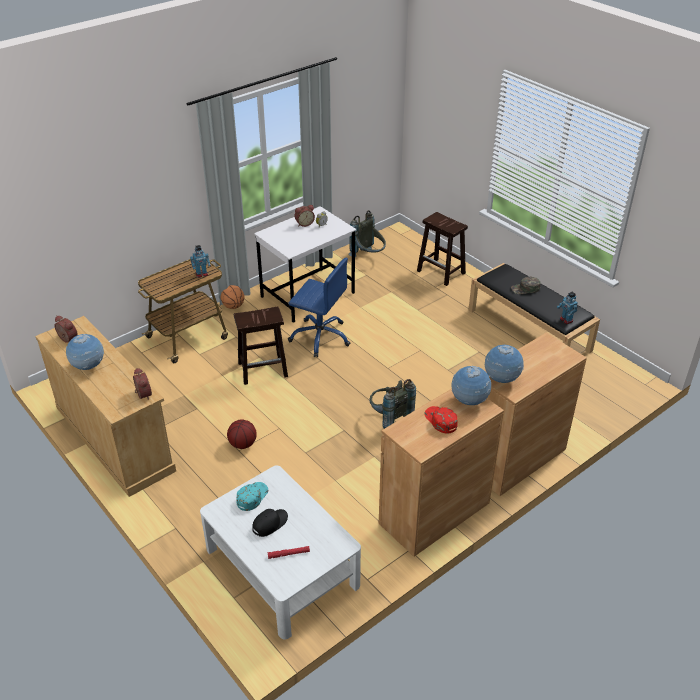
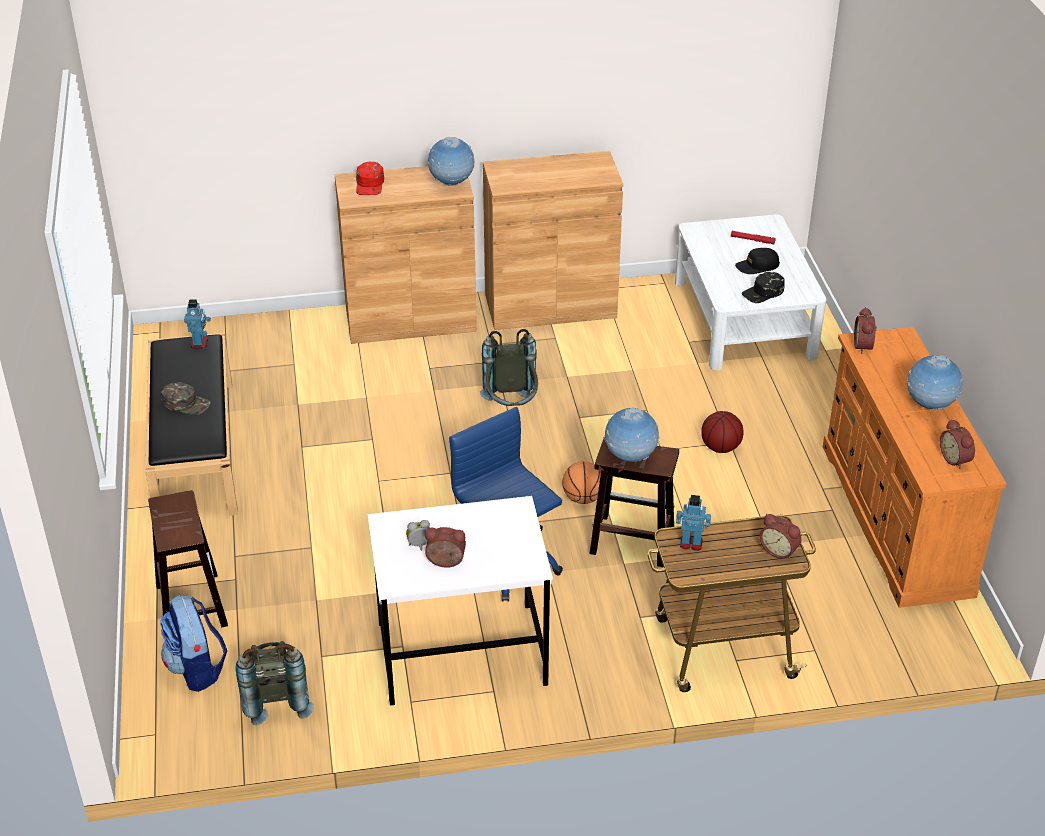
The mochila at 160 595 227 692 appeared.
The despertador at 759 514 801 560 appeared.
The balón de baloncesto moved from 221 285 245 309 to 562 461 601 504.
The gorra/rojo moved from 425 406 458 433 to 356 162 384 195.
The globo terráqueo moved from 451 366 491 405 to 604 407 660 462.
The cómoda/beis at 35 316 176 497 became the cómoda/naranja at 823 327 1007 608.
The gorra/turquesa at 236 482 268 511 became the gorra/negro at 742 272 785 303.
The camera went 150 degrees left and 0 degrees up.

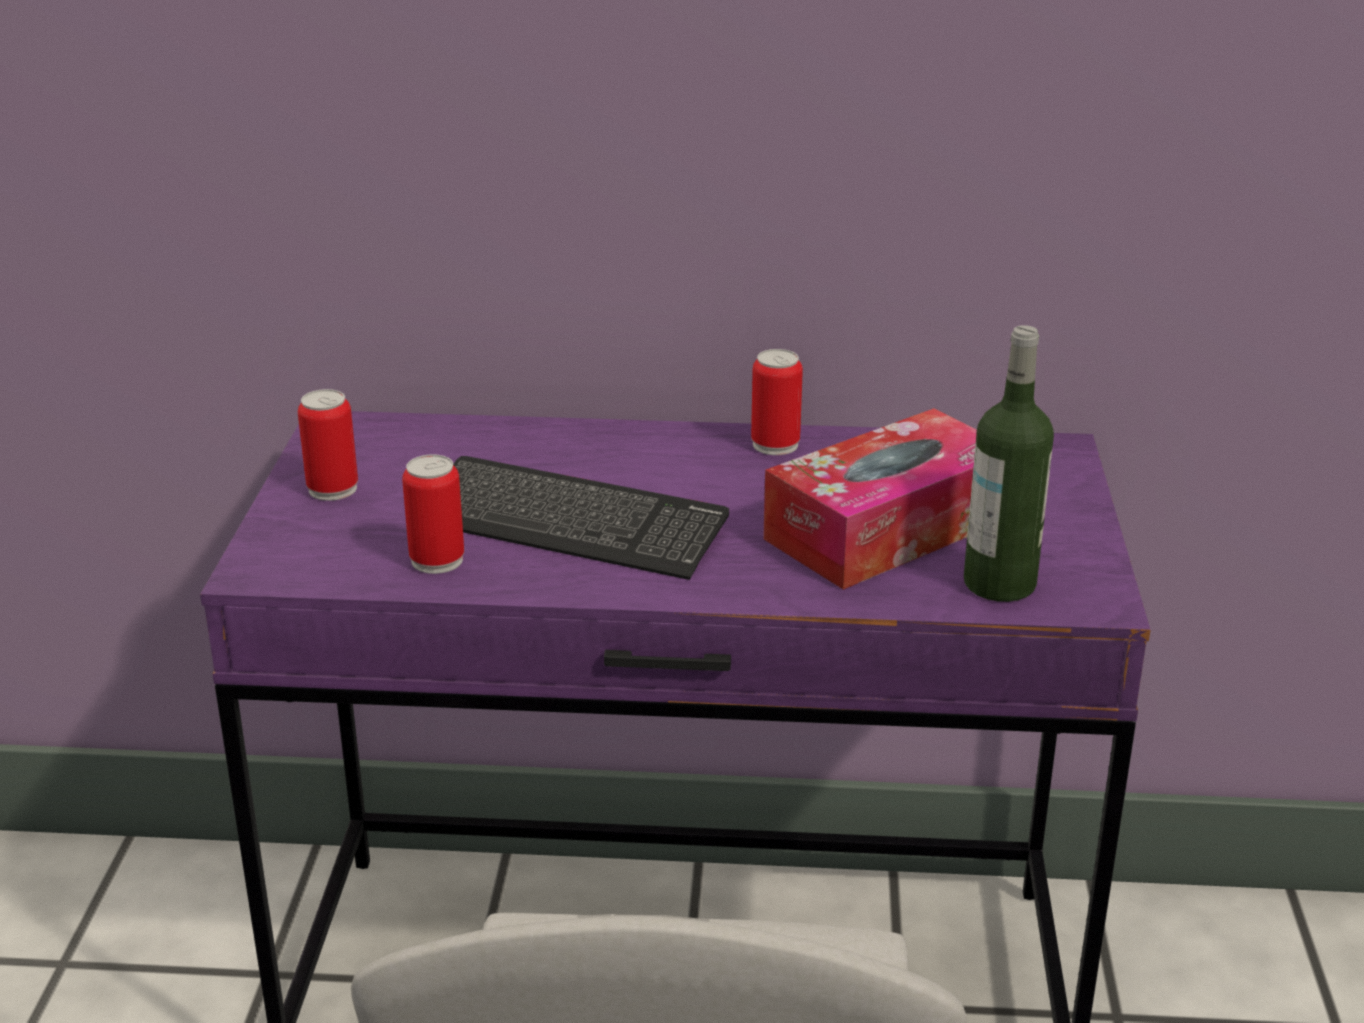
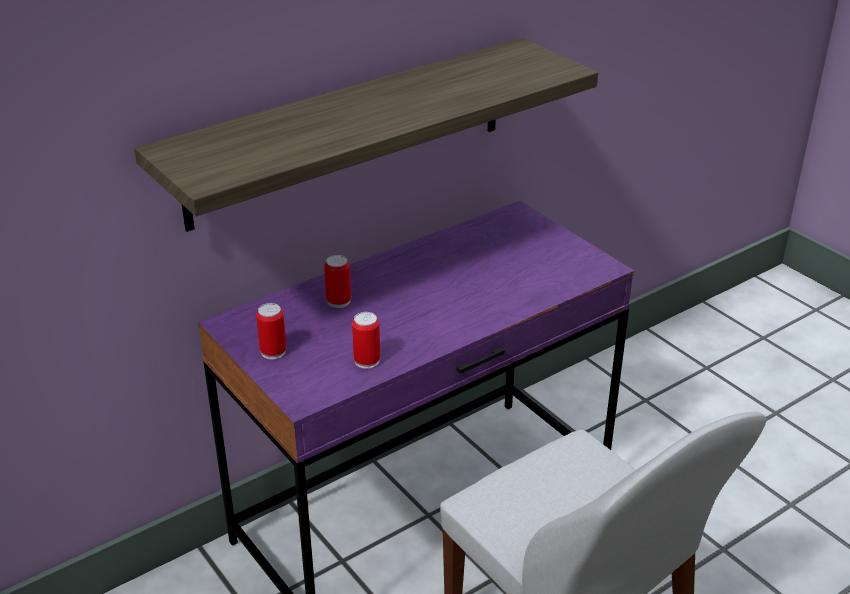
The teclado at 453 456 729 580 disappeared.
The caja de pañuelos at 763 408 977 590 disappeared.
The botella at 964 325 1054 602 disappeared.
The estante at 134 38 598 232 appeared.
The lata moved from 751 349 803 455 to 324 255 351 308.
The camera went 40 degrees left and 5 degrees up.

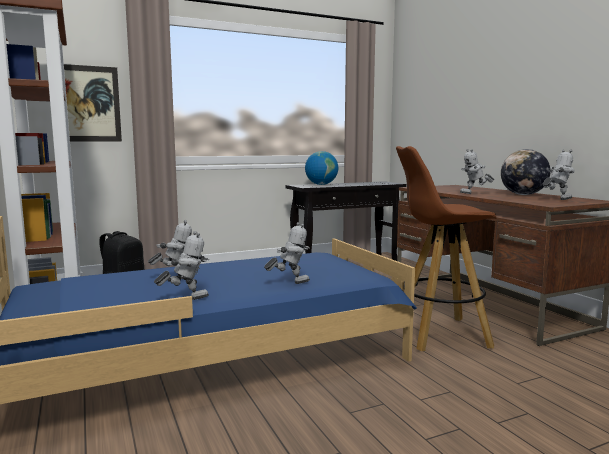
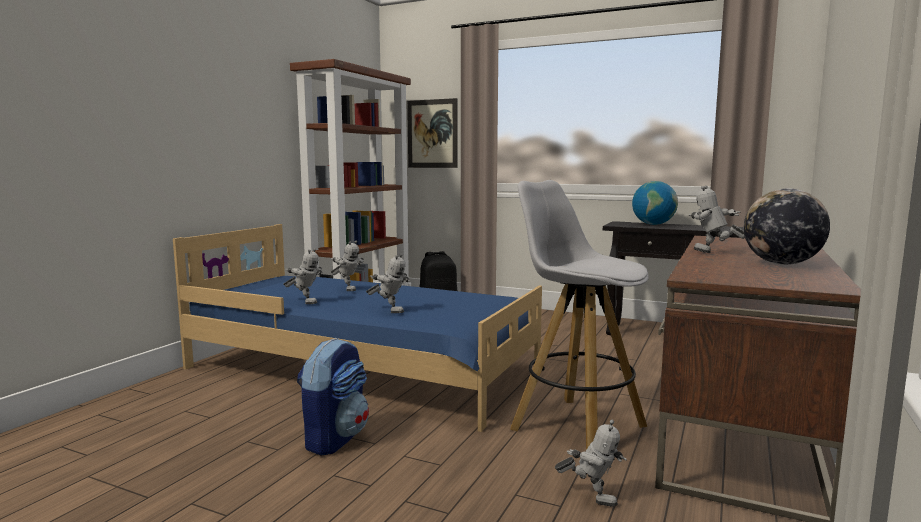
The mochila at 297 338 369 456 appeared.
The robot de juguete moved from 543 150 575 200 to 555 420 627 507.
The taburete/marrón at 396 146 497 351 became the taburete/blanco at 510 180 649 450.
The camera went 50 degrees right and 0 degrees up.

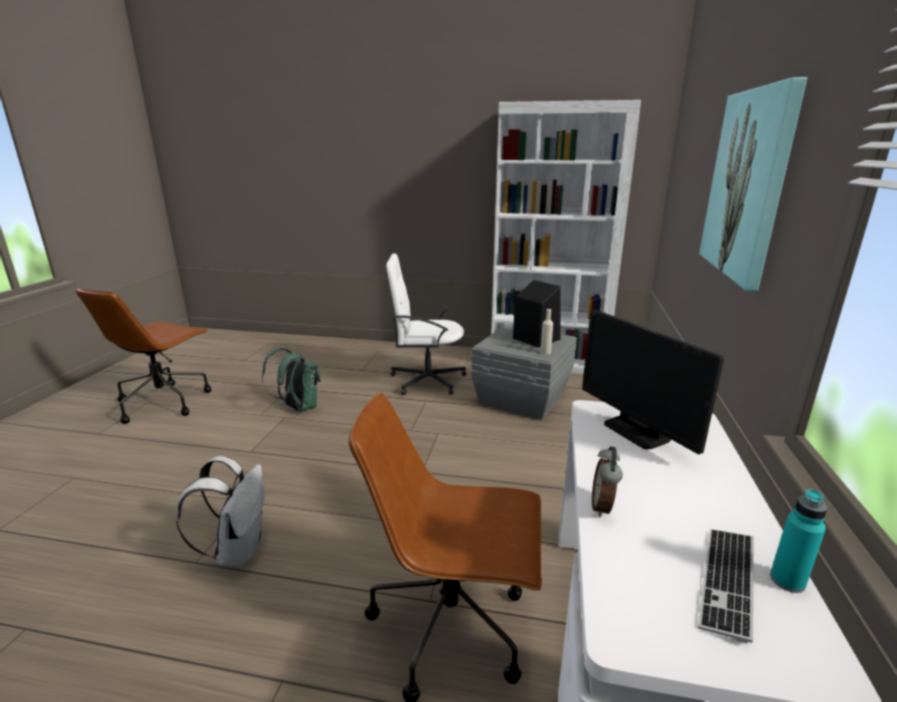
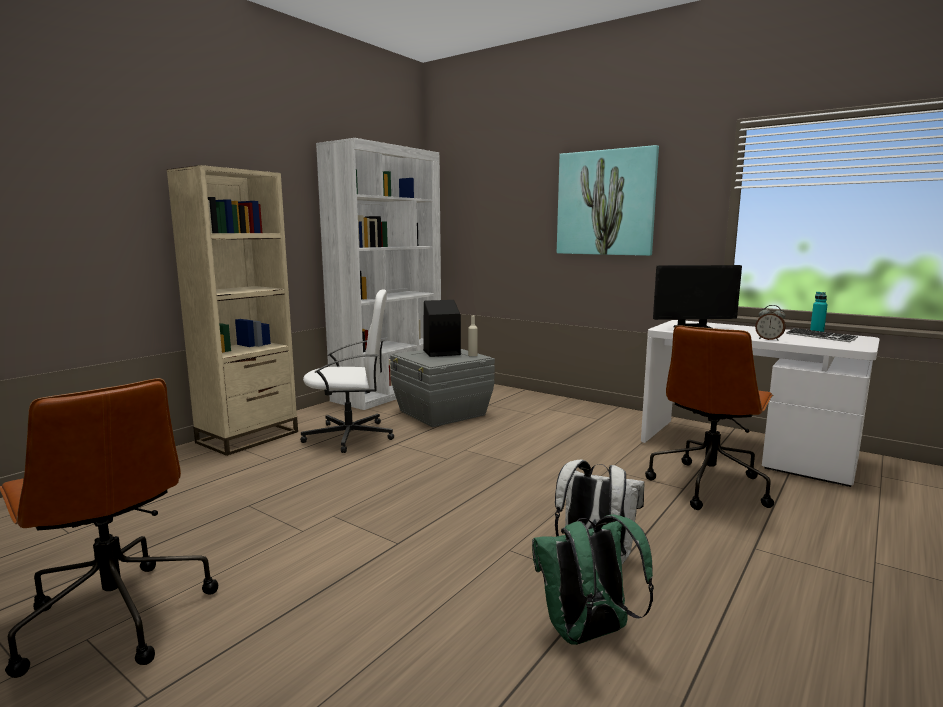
The estantería/beis at 167 165 298 456 appeared.
The mochila/verde moved from 262 348 321 412 to 532 514 654 645.
The silla de oficina/blanco at 386 253 466 395 turned 120 degrees counterclockwise.
The camera went 65 degrees left and 10 degrees down.

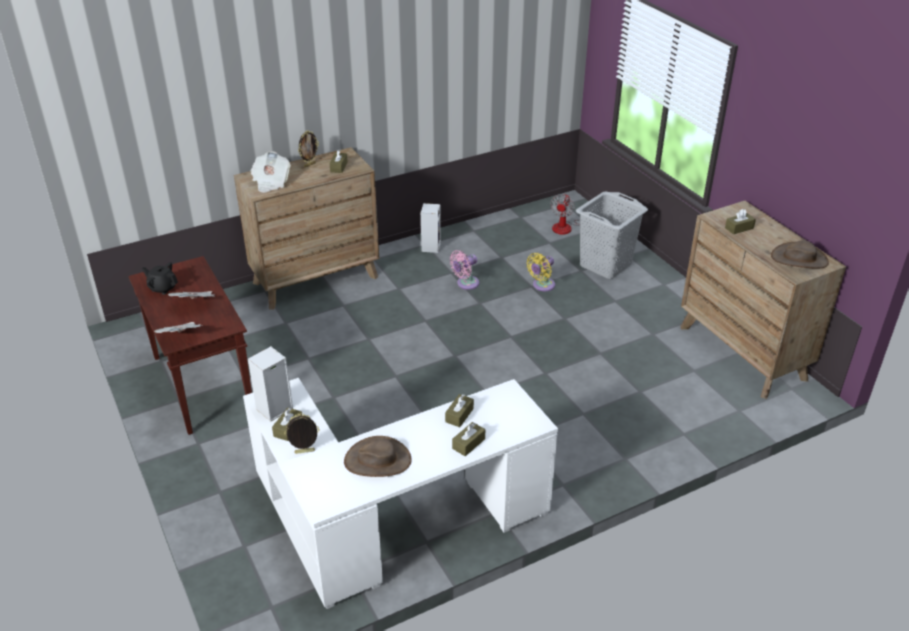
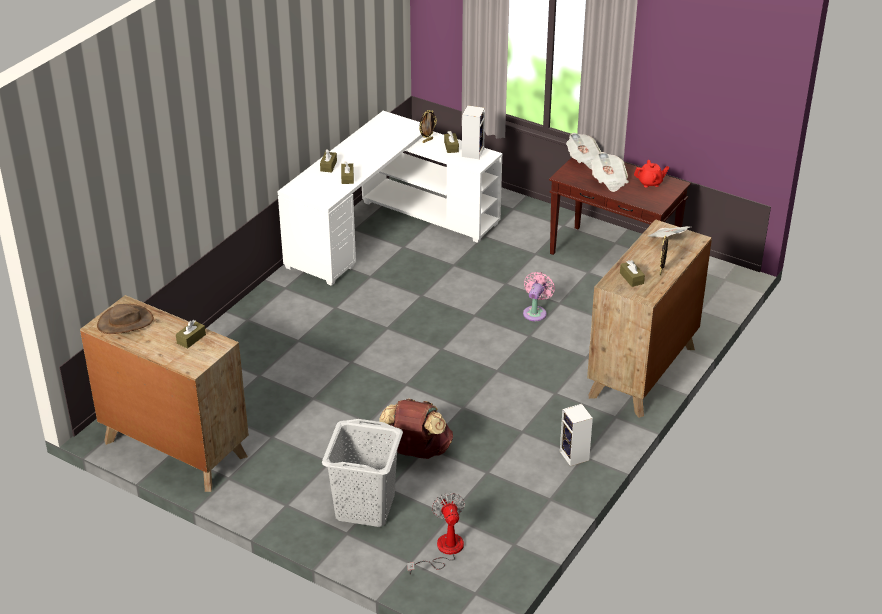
The sombrero/marrón at 344 436 412 477 disappeared.
The ventilador/rosa moved from 450 250 479 290 to 523 272 555 321.
The ventilador/amarillo at 526 253 555 291 was replaced by the mochila/marrón at 379 398 453 459.
The tetera/negro at 142 262 178 295 became the tetera/rojo at 634 160 669 187.
The camera went 150 degrees right and 0 degrees up.

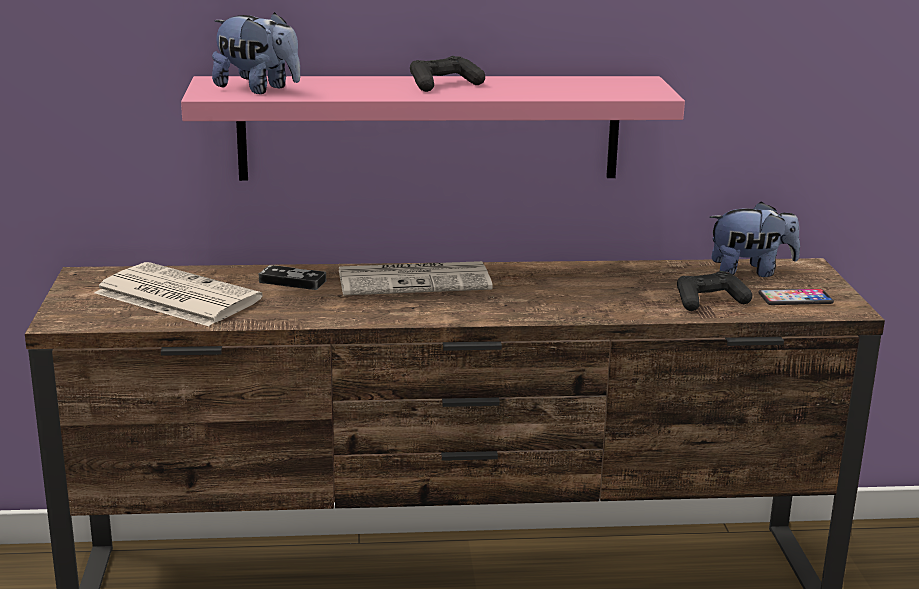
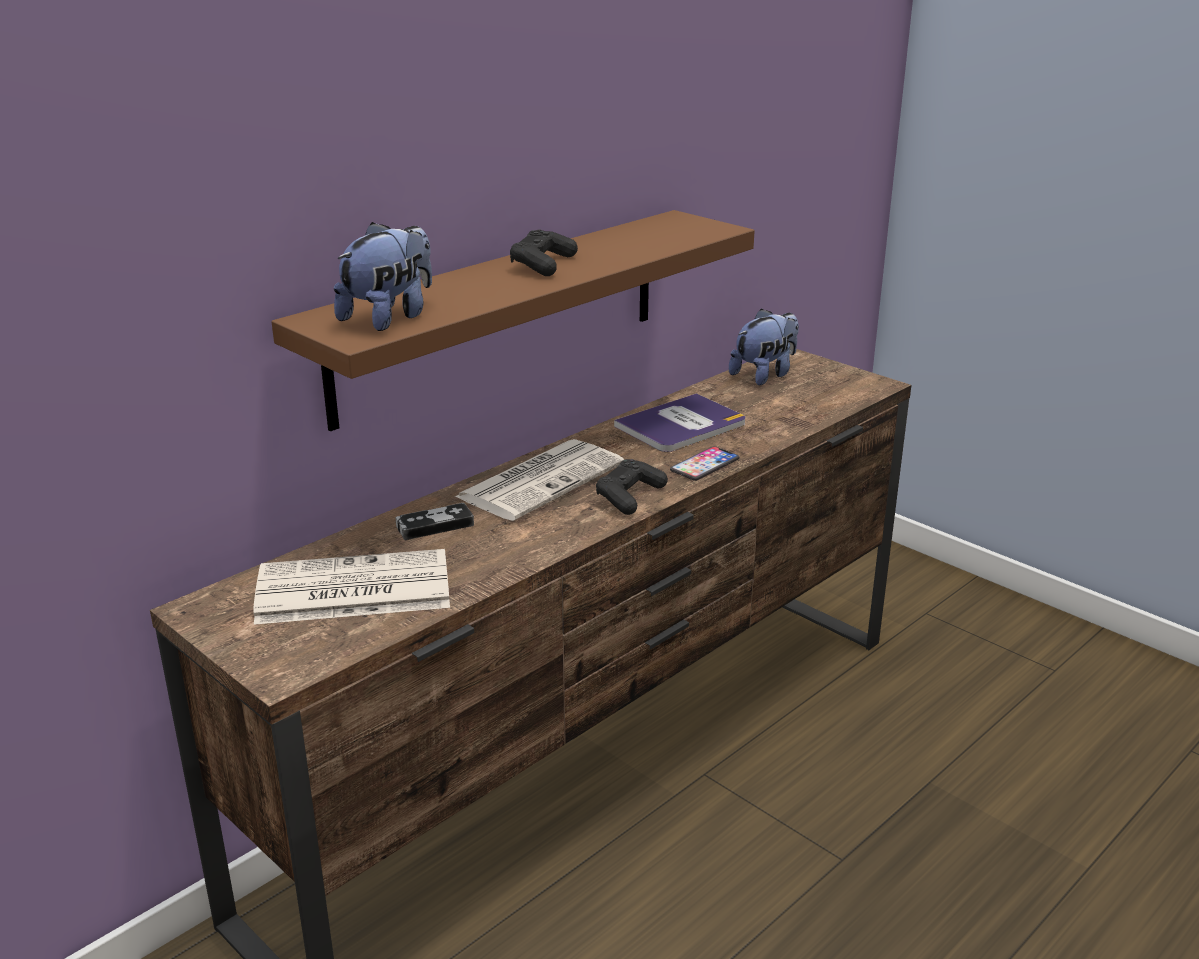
The libro at 614 393 745 452 appeared.
The mando de consola/negro moved from 677 271 752 311 to 596 459 668 515.
The móvil moved from 758 289 834 305 to 670 446 739 481.
The estante/rosa at 181 76 685 181 became the estante/marrón at 272 210 755 431.
The peluche at 212 12 300 94 turned 45 degrees counterclockwise.
The camera went 40 degrees left and 5 degrees up.

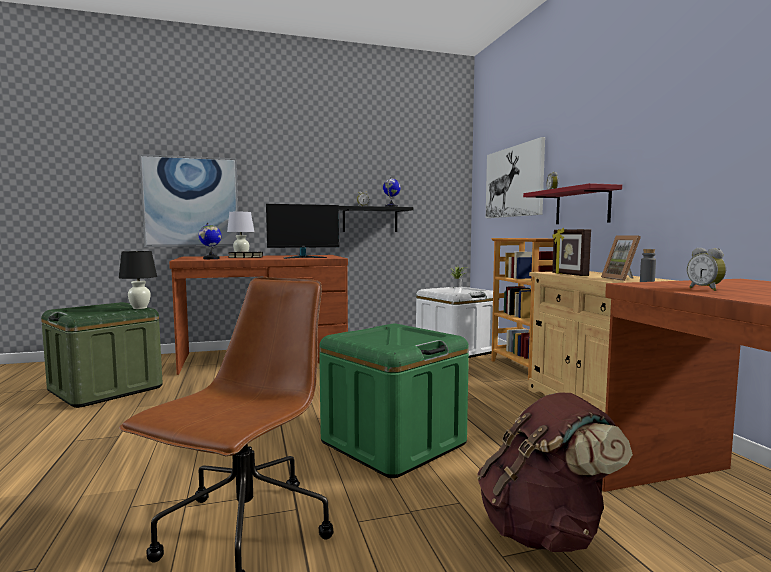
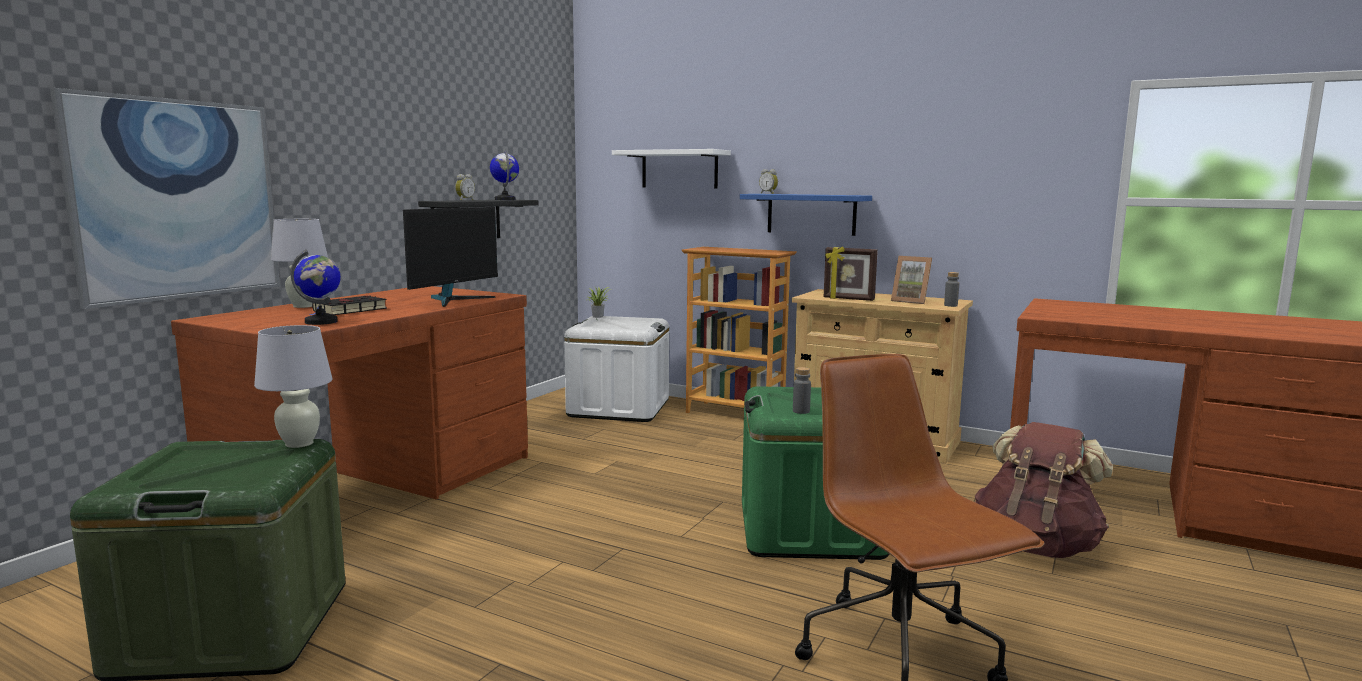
The despertador at 687 248 726 291 disappeared.
The botella/gris at 793 367 811 414 appeared.
The cuadro at 486 137 545 218 was replaced by the estante/blanco at 612 149 731 188.
The lámpara de mesa/negro at 119 251 157 309 became the lámpara de mesa/blanco at 254 325 332 448.
The estante/rojo at 523 183 622 224 became the estante/azul at 740 194 872 236.
The camera went 45 degrees left and 5 degrees up.

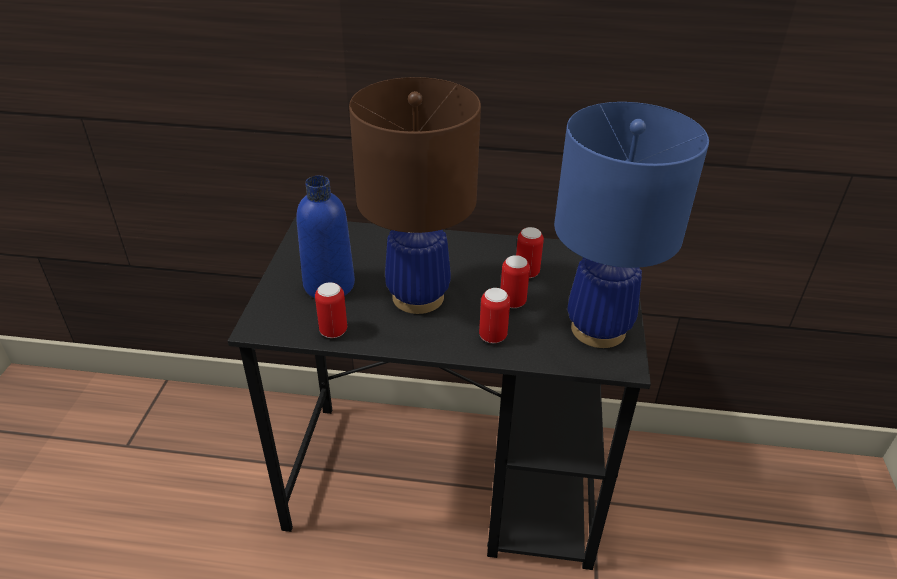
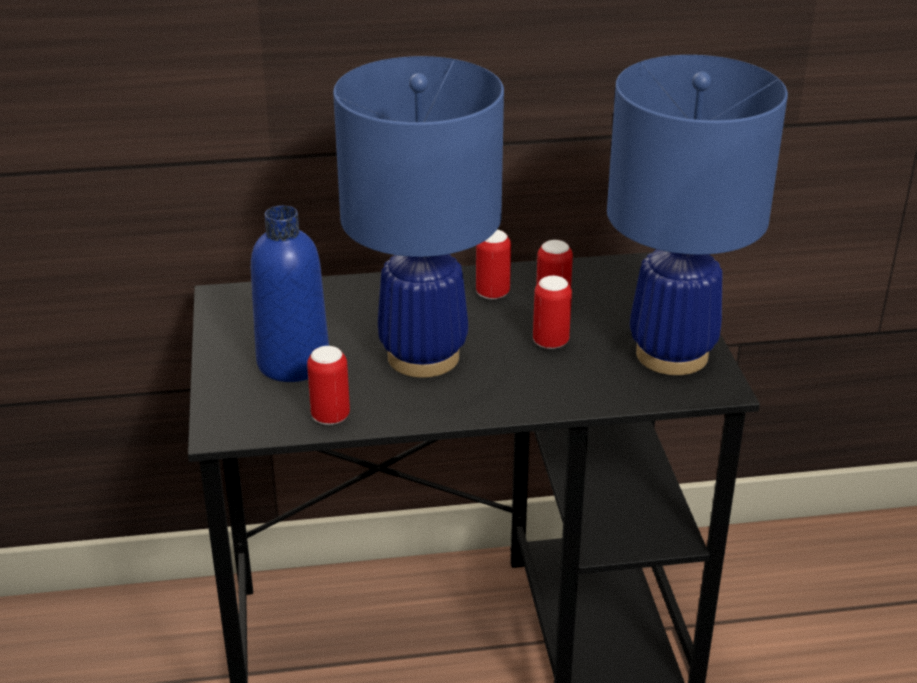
The lata moved from 479 288 510 343 to 476 230 511 299.
The lámpara de mesa/marrón at 349 77 481 314 became the lámpara de mesa/azul at 333 56 504 378.
The camera went 15 degrees left and 5 degrees down.

